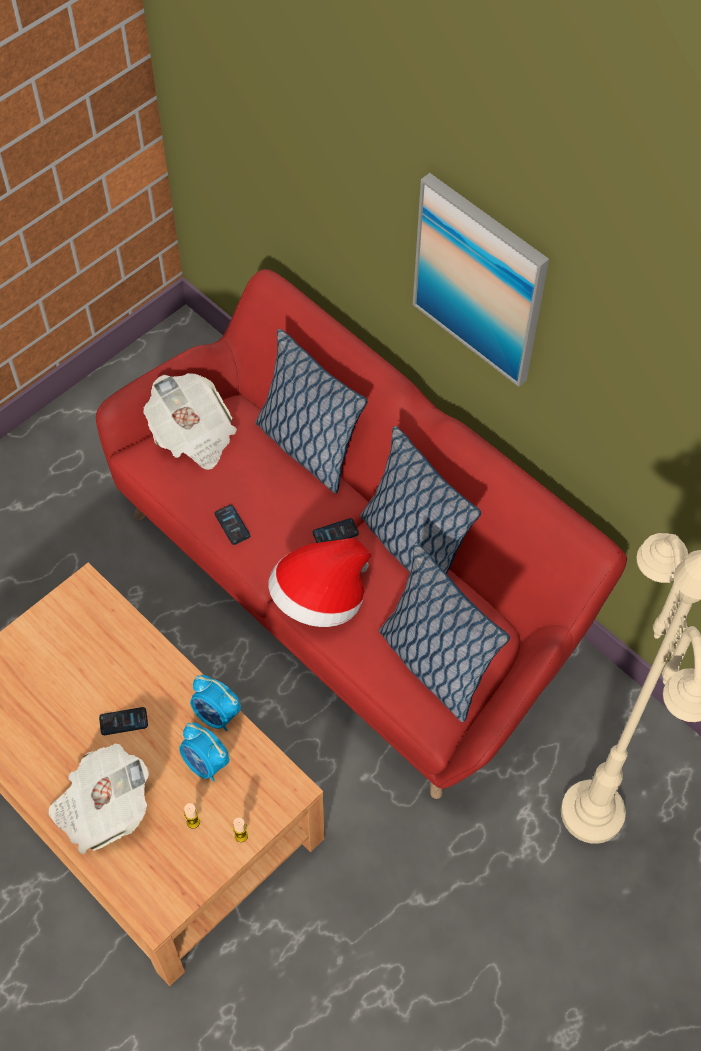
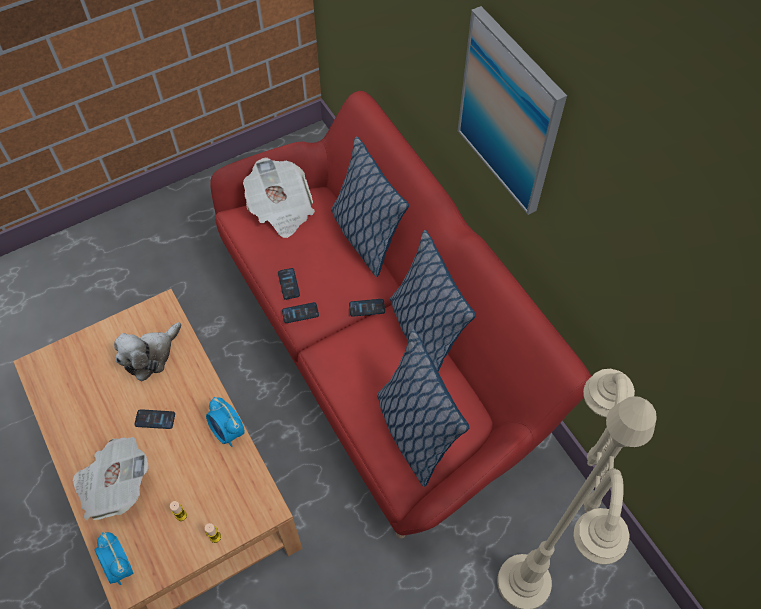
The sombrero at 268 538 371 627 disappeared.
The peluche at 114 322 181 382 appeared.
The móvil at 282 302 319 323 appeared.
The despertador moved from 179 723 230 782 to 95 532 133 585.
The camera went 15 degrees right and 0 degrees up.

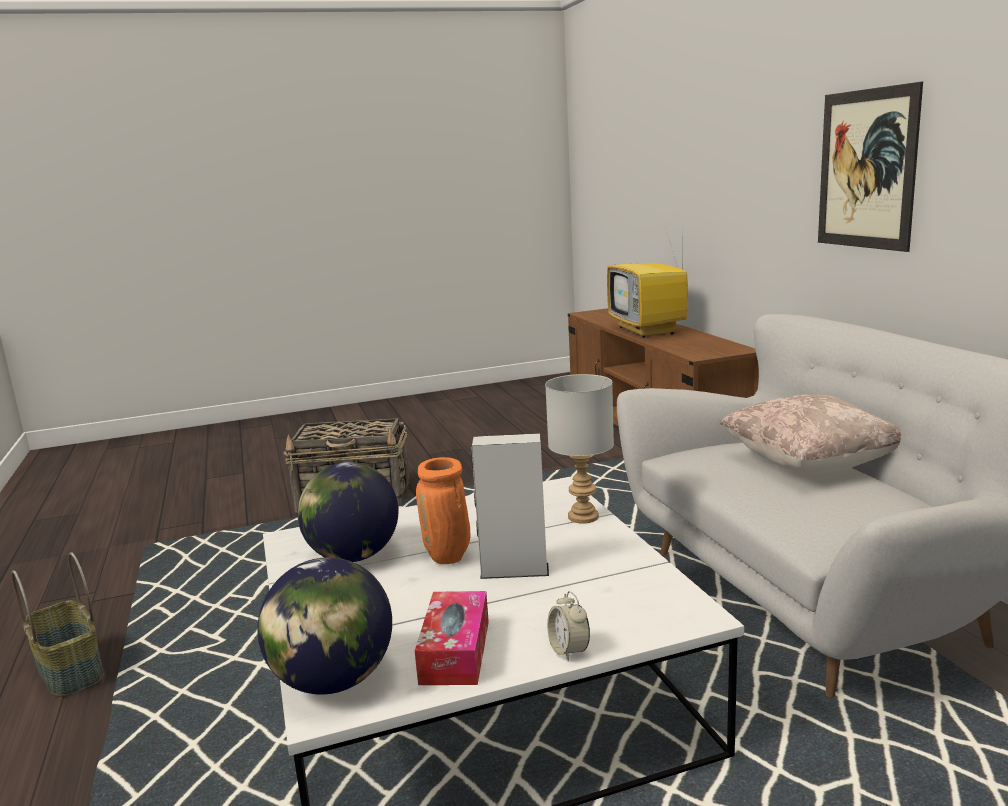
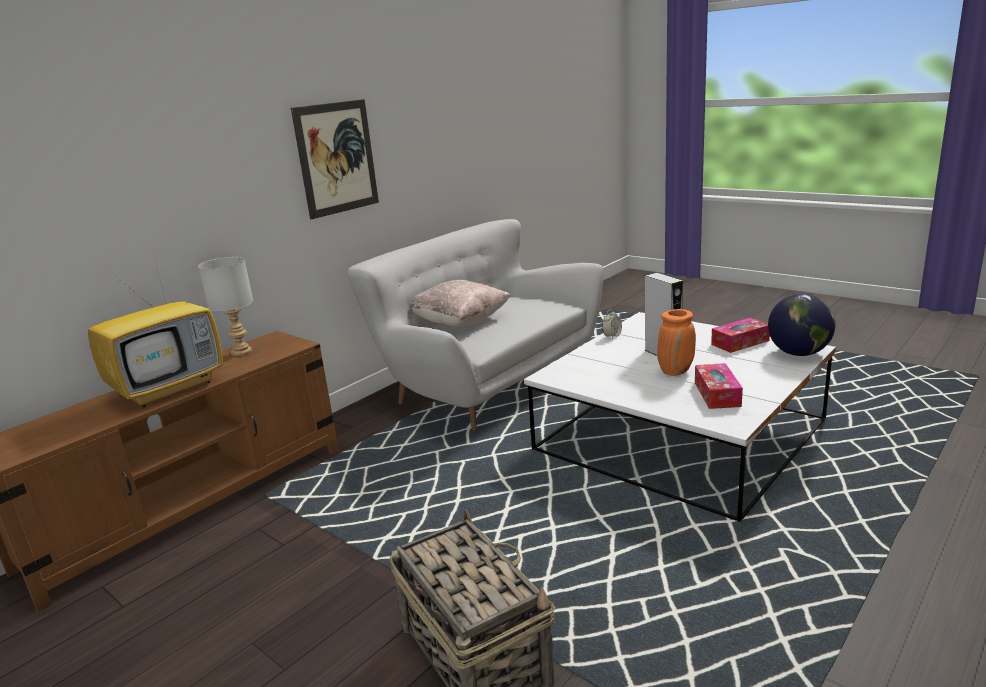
The cesta at 12 552 104 697 disappeared.
The lámpara de mesa/gris moved from 545 374 614 524 to 198 257 253 356.
The despertador moved from 547 591 590 661 to 602 309 622 339.
The globo terráqueo at 297 462 398 562 was replaced by the caja de pañuelos at 695 363 743 409.
The camera went 120 degrees left and 5 degrees up.

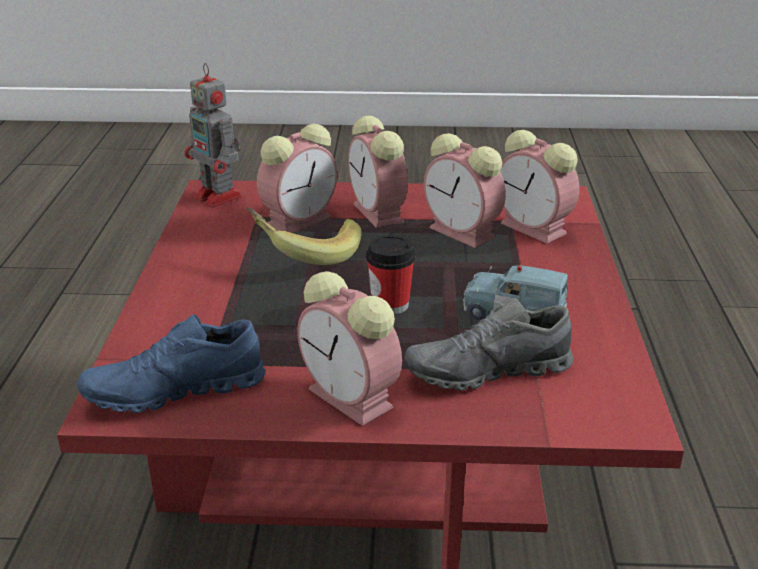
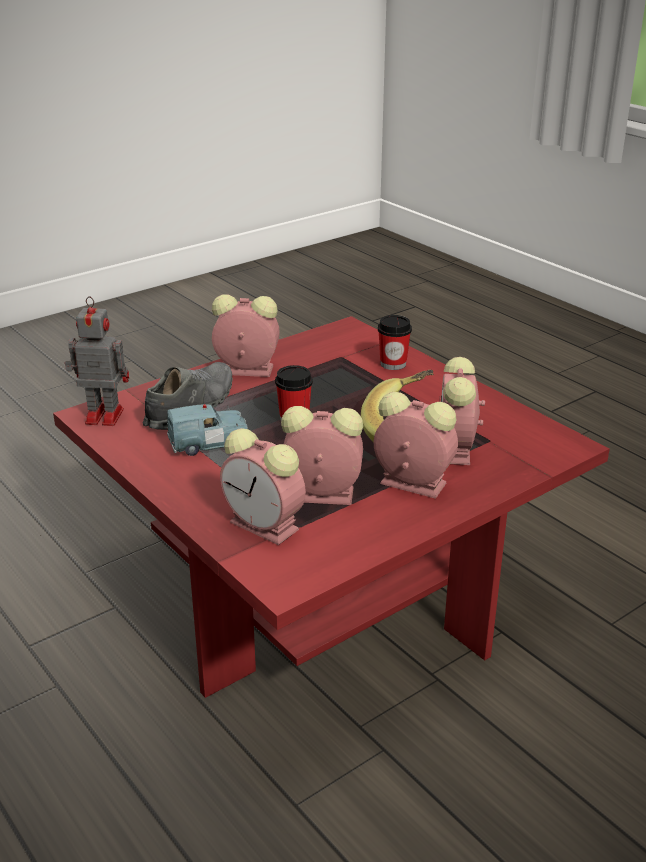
The zapato/azul at 77 314 265 413 disappeared.
The taza at 378 315 412 370 appeared.
The robot de juguete moved from 184 63 243 208 to 64 296 129 426.
The despertador at 500 130 579 244 turned 150 degrees counterclockwise.
The camera went 140 degrees right and 0 degrees up.

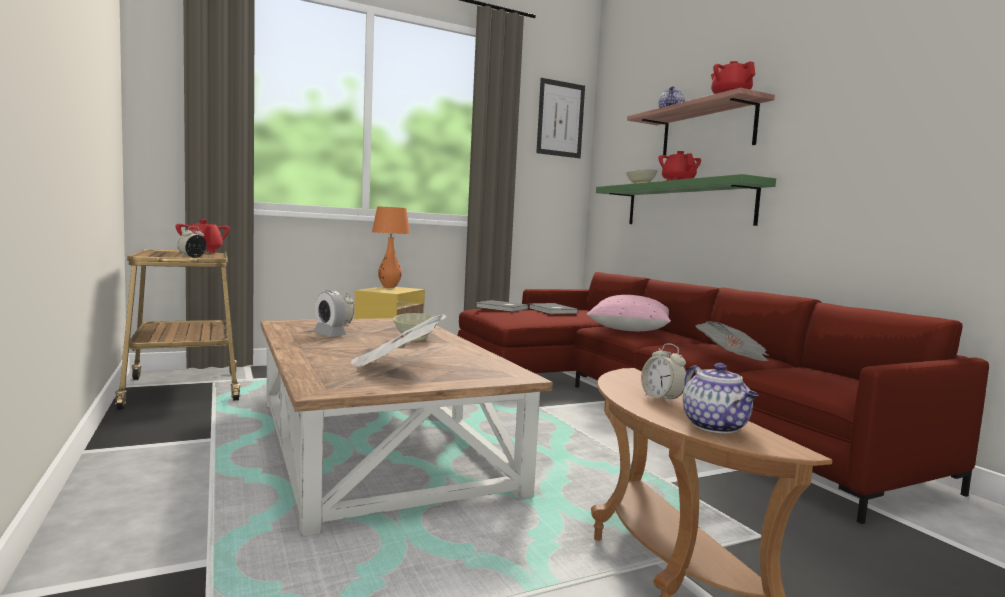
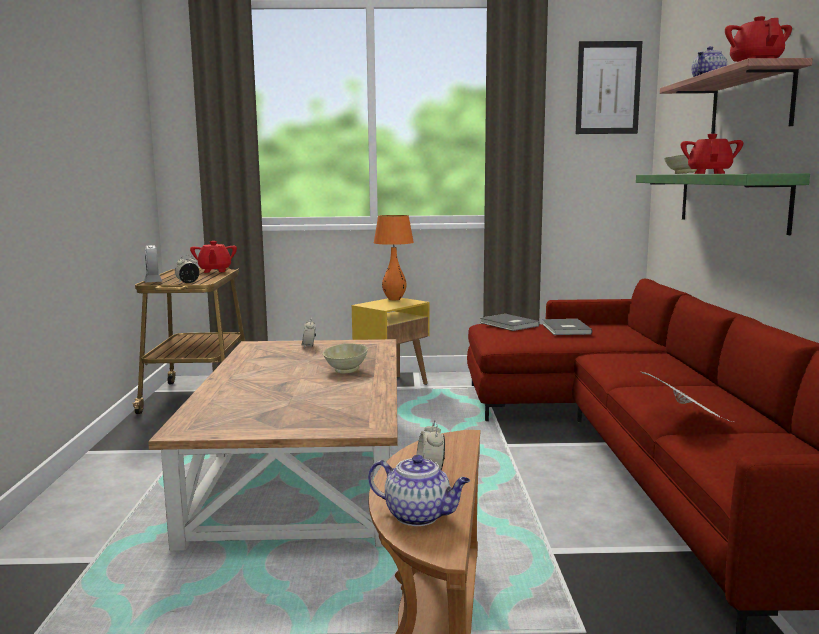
The periódico at 350 314 446 368 disappeared.
The cojín/rosa at 587 295 671 331 disappeared.
The despertador moved from 313 290 347 336 to 144 245 162 282.
The tetera at 683 363 758 433 turned 75 degrees counterclockwise.
The camera went 25 degrees right and 5 degrees up.

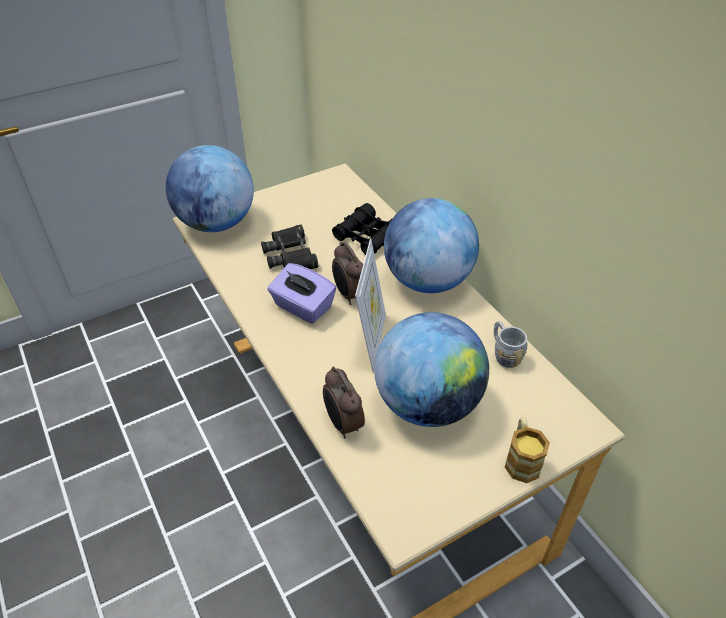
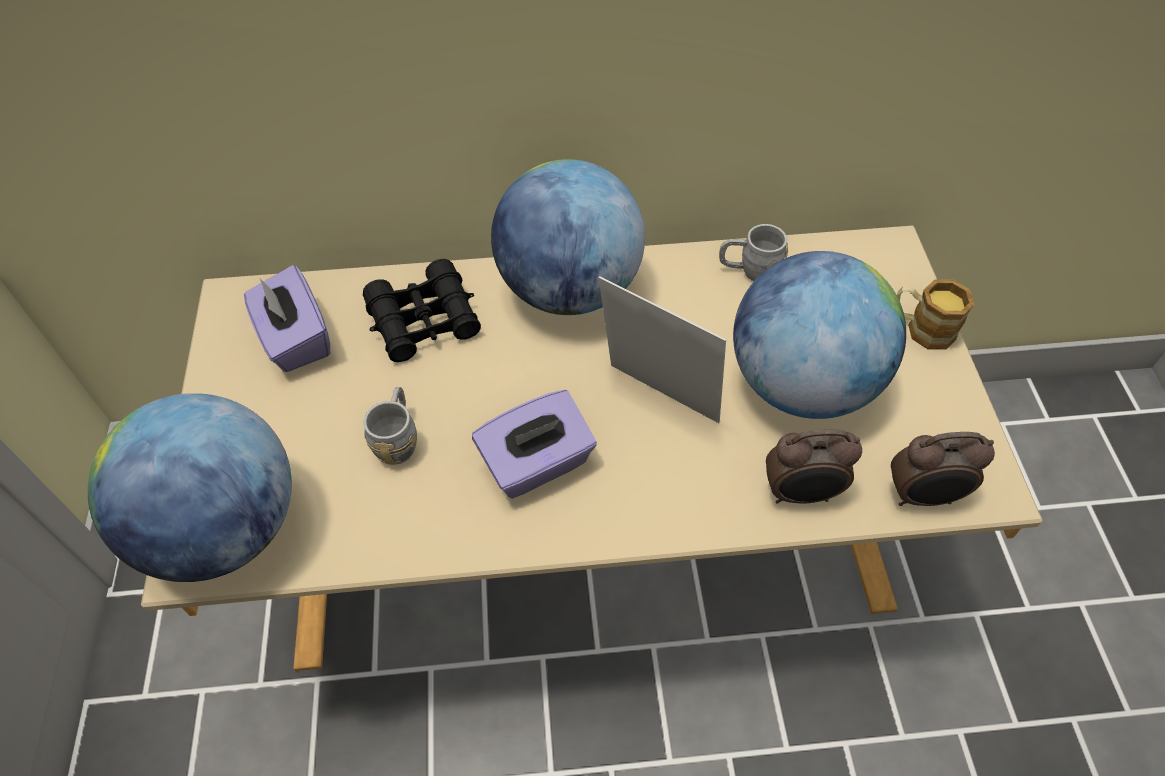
The caja de pañuelos/morado at 244 265 330 372 appeared.
The despertador moved from 332 242 363 305 to 891 432 995 506.
The prismáticos/negro at 261 225 318 269 was replaced by the taza grande/gris at 364 387 417 465.
The camera went 65 degrees left and 10 degrees up.

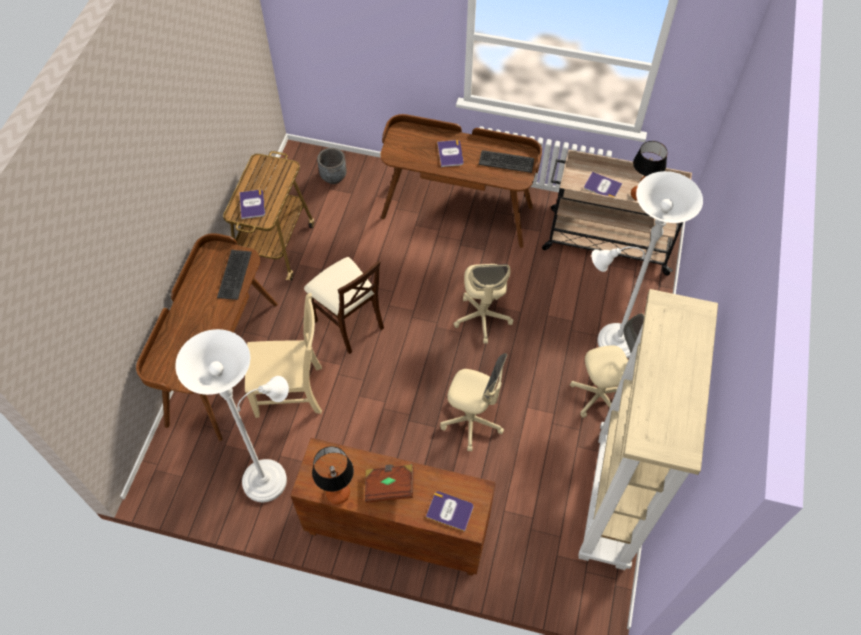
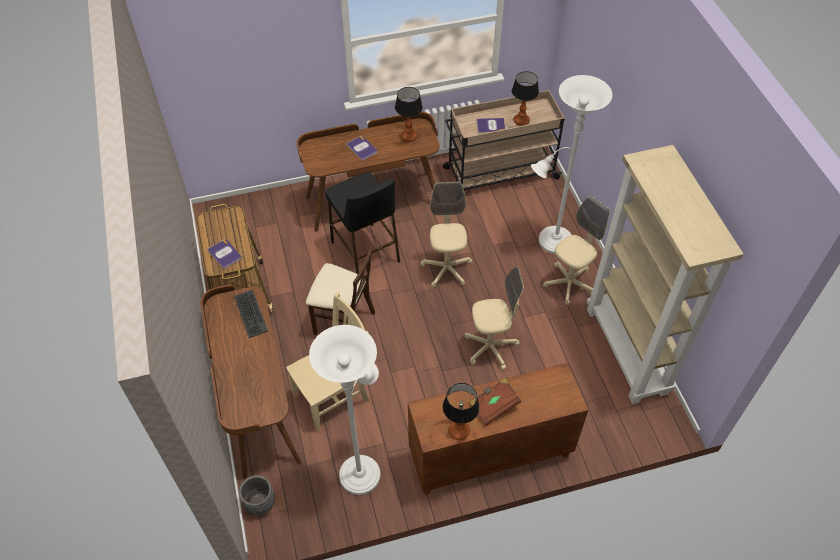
The libro at 426 491 474 532 disappeared.
The taburete/negro at 325 172 400 274 appeared.
The maceta/gris moved from 317 148 347 184 to 239 475 275 515.
The teclado at 478 150 534 173 was replaced by the lámpara de mesa at 395 87 423 142.
The silla de oficina/beis at 454 264 513 344 turned 150 degrees counterclockwise.
The camera went 30 degrees left and 5 degrees down.

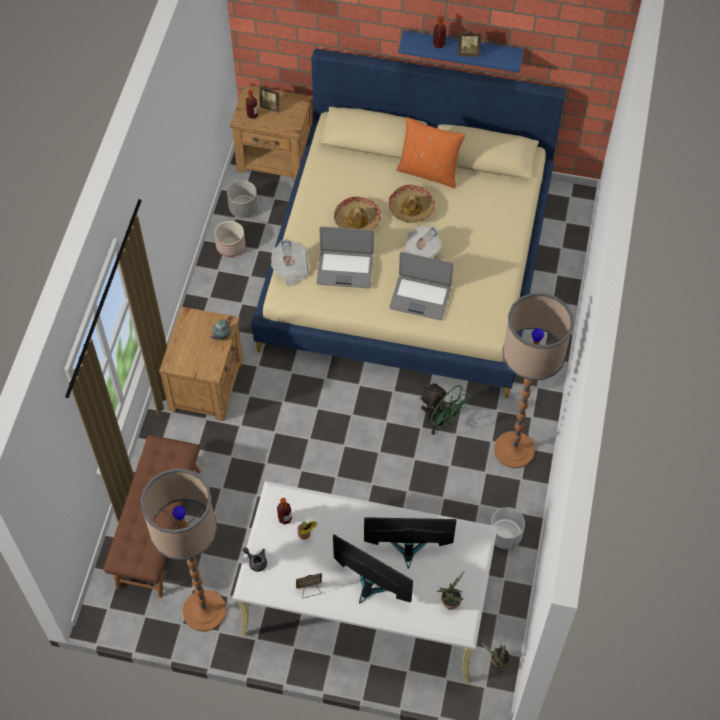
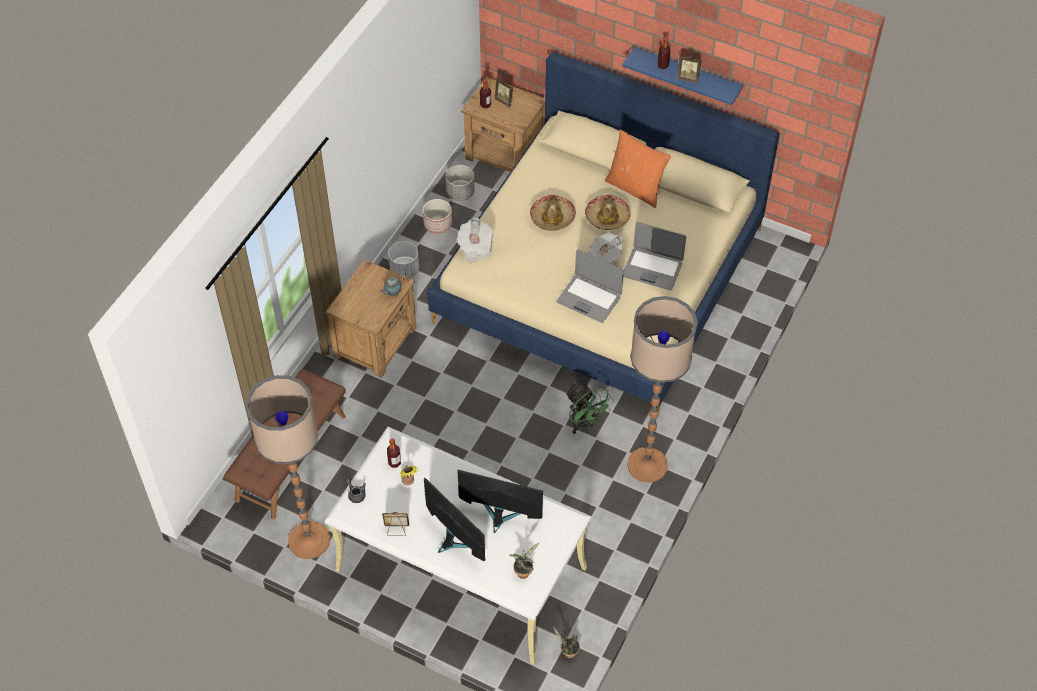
The portátil moved from 316 227 374 288 to 623 222 686 290.
The maceta/blanco moved from 490 507 525 549 to 388 241 419 278.
The camera went 15 degrees right and 5 degrees down.

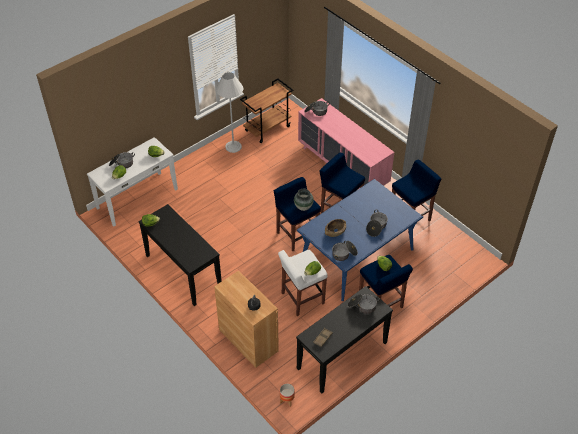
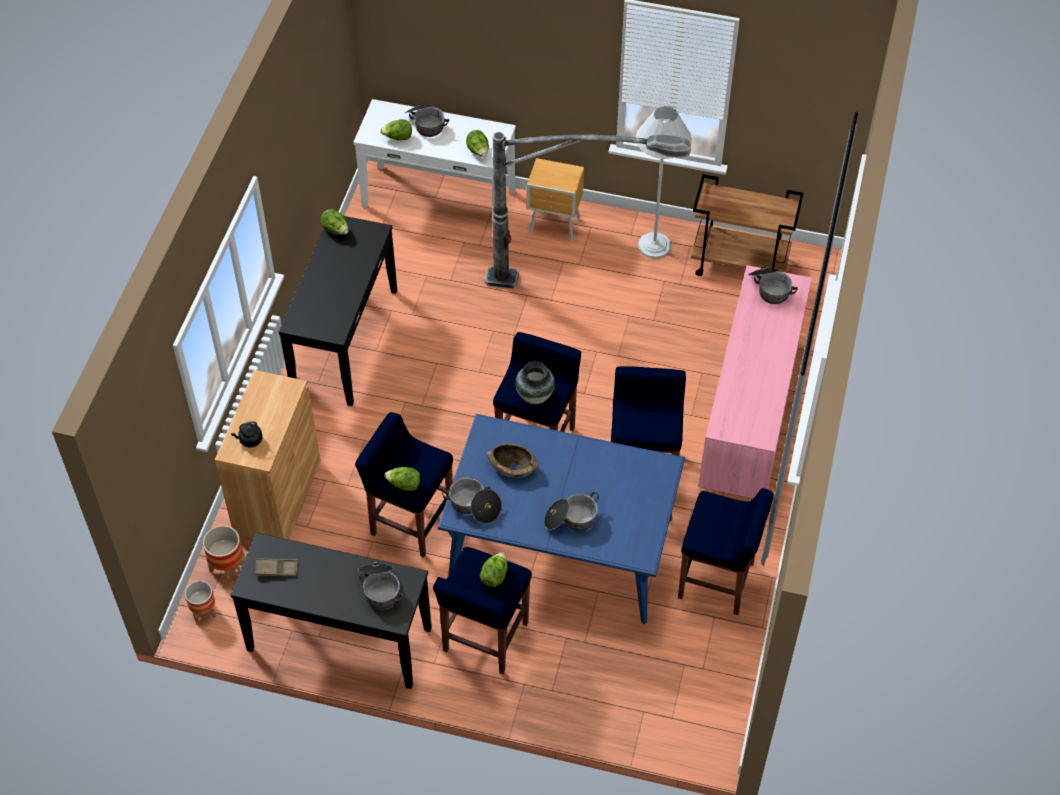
The maceta at 203 526 245 584 appeared.
The lámpara de pie at 485 132 691 289 appeared.
The mesita de noche/marrón at 527 158 584 241 appeared.
The taburete/blanco at 278 250 328 316 became the taburete/azul at 355 412 453 557.
The camera went 55 degrees right and 5 degrees up.

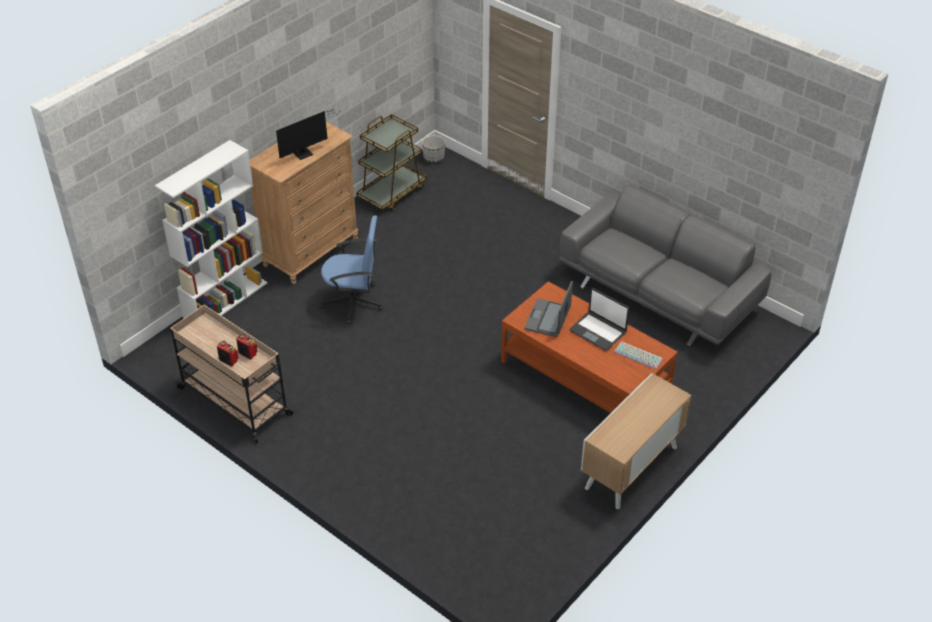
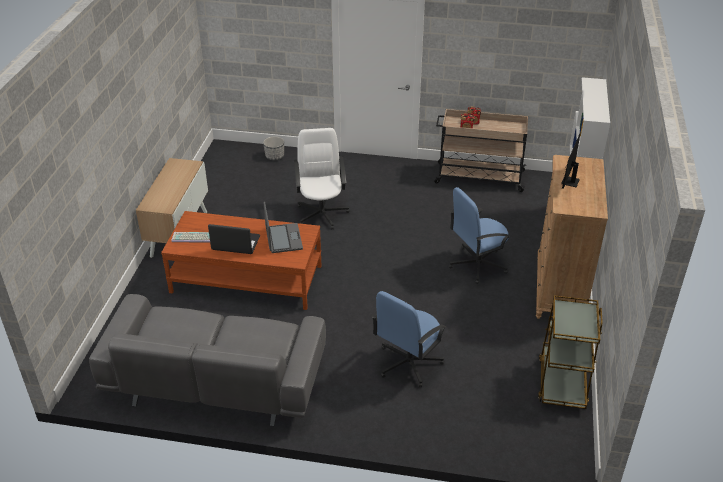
The silla de oficina/blanco at 294 128 349 229 appeared.
The silla de oficina/azul at 372 291 446 387 appeared.
The maceta moved from 422 135 445 163 to 263 136 284 160.
The camera went 150 degrees right and 5 degrees down.

